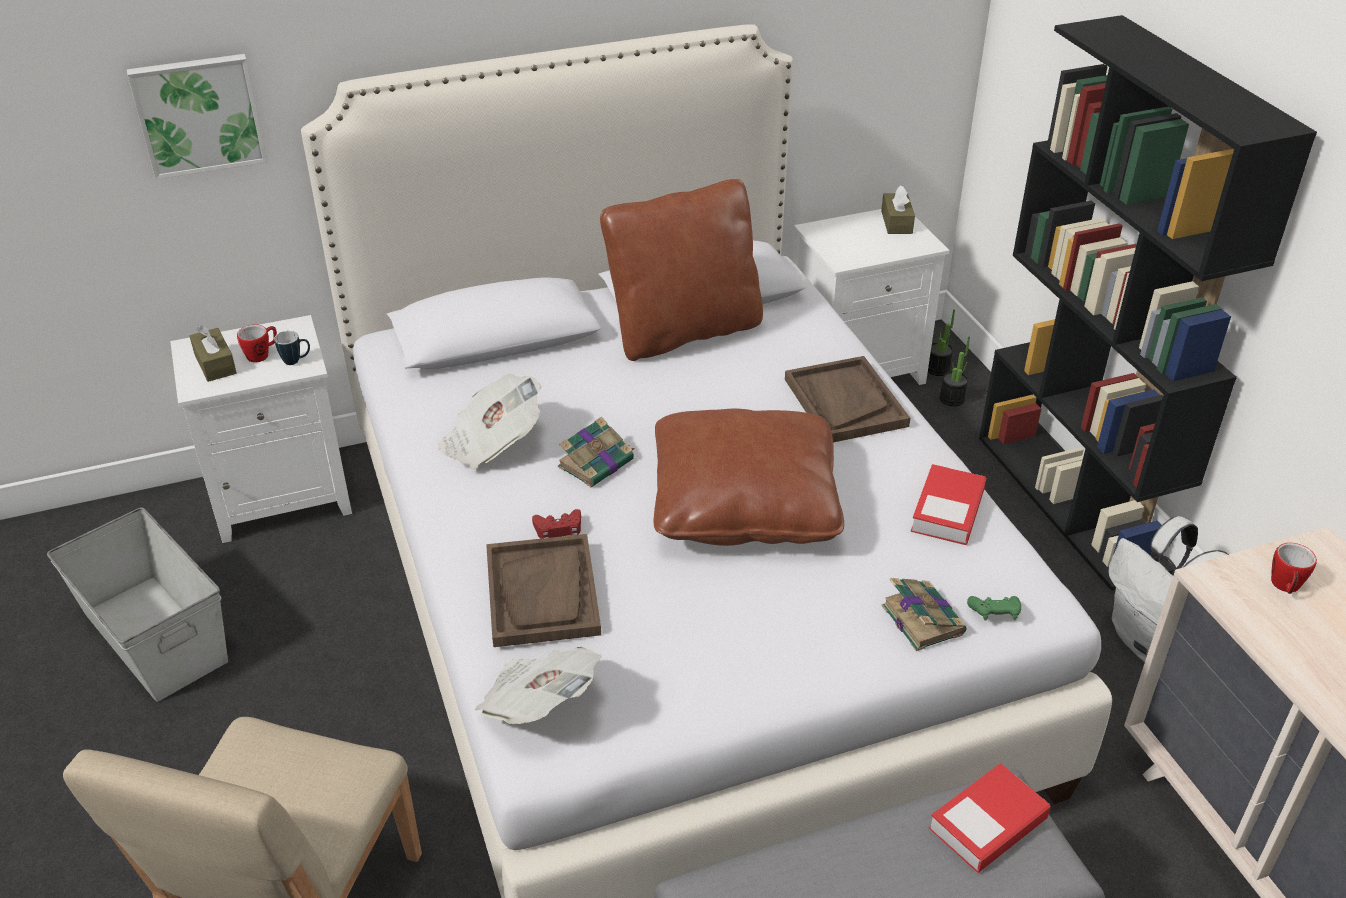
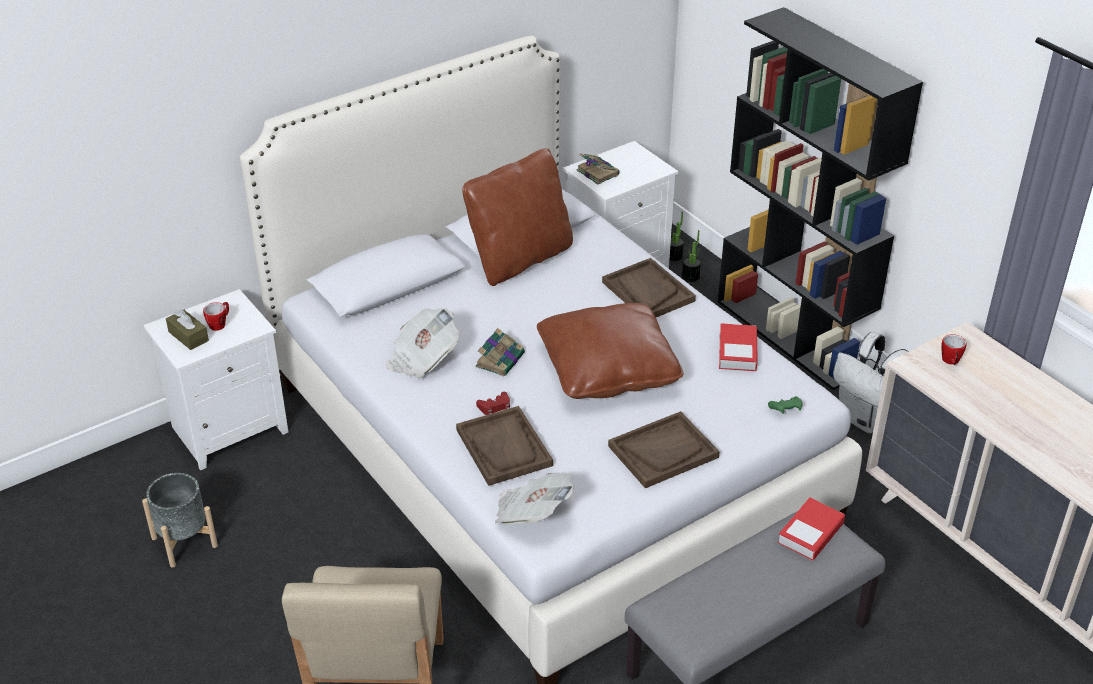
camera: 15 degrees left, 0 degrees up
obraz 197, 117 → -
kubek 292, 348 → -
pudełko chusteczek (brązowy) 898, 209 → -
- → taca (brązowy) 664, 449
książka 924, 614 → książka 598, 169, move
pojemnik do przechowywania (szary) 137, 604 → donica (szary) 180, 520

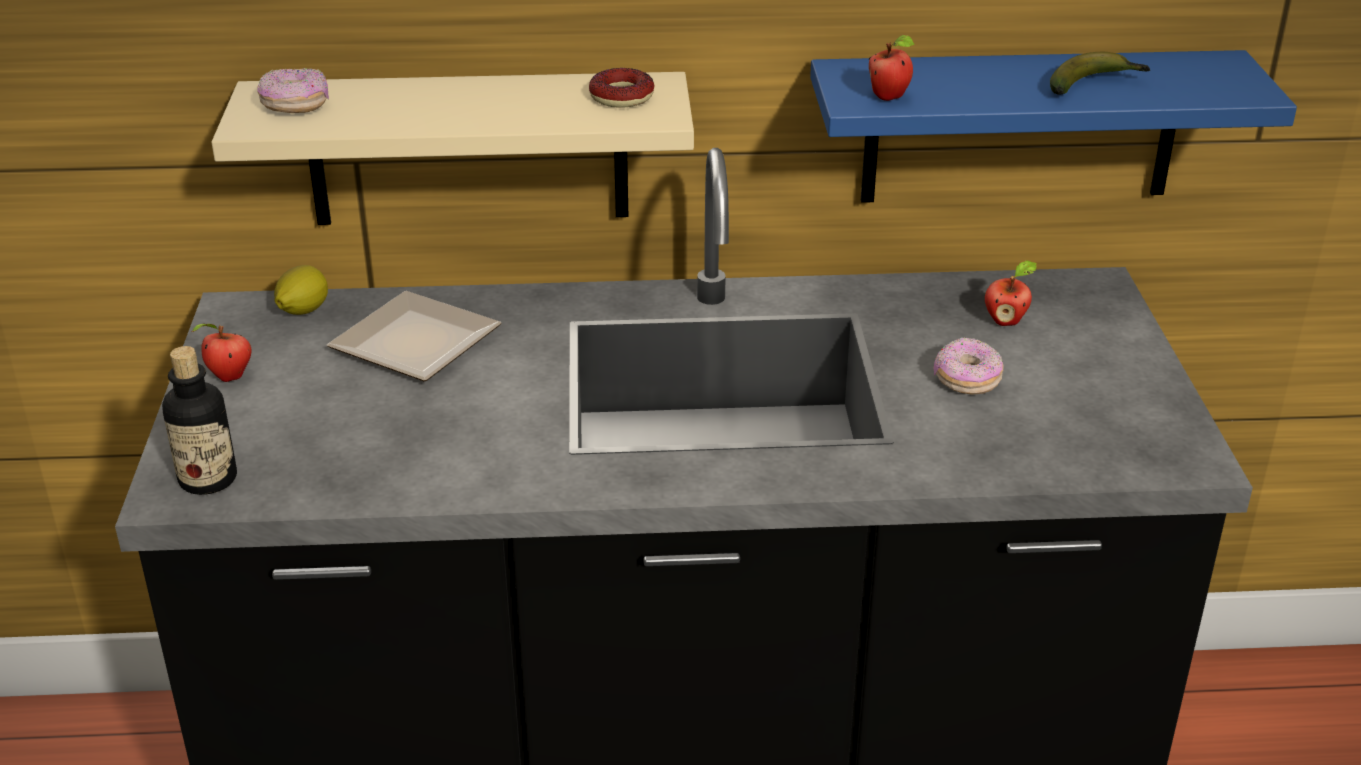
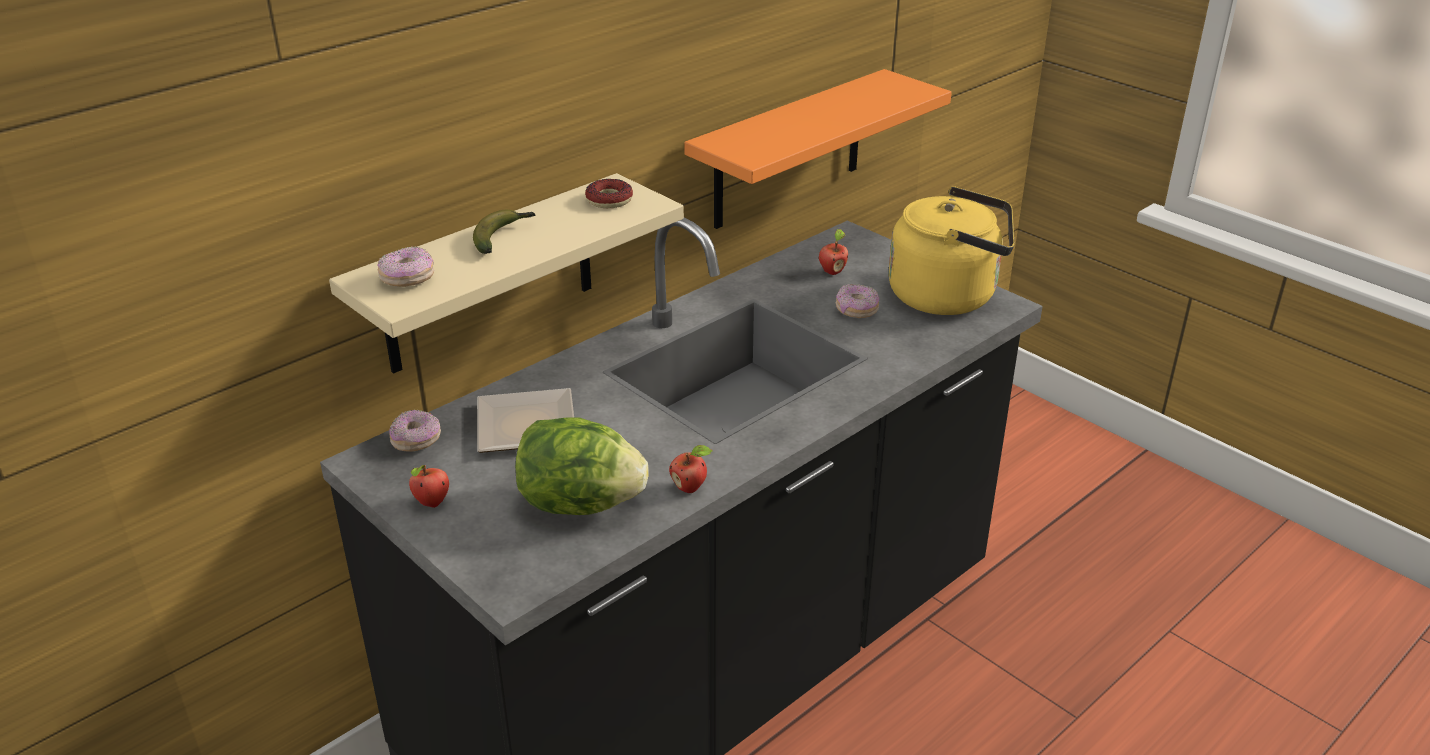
camera: 40 degrees left, 0 degrees up
butelka 199, 420 → -
- → sałata 582, 466
- → czajnik (żółty) 951, 251
jabłko 892, 68 → jabłko 690, 469, move
banan 1100, 73 → banan 504, 232, move
cytryna 301, 290 → donut 415, 431
półka (niebieski) 1053, 126 → półka (pomarańczowy) 818, 149

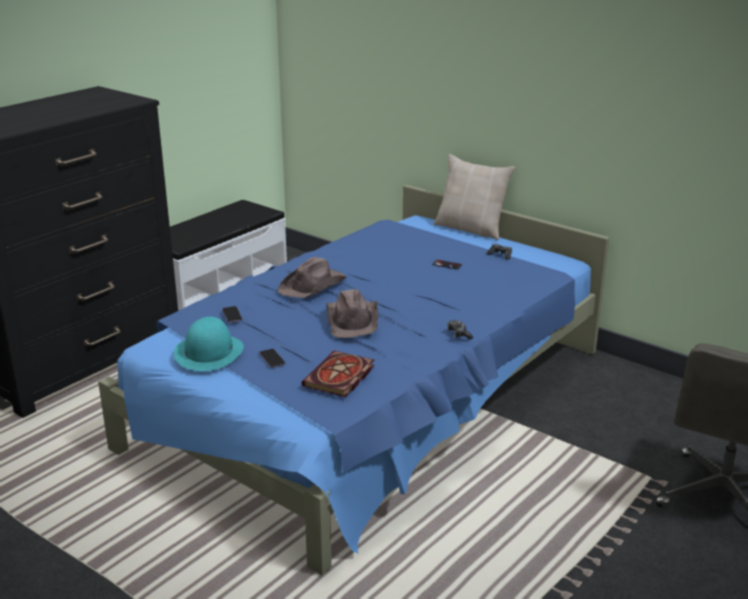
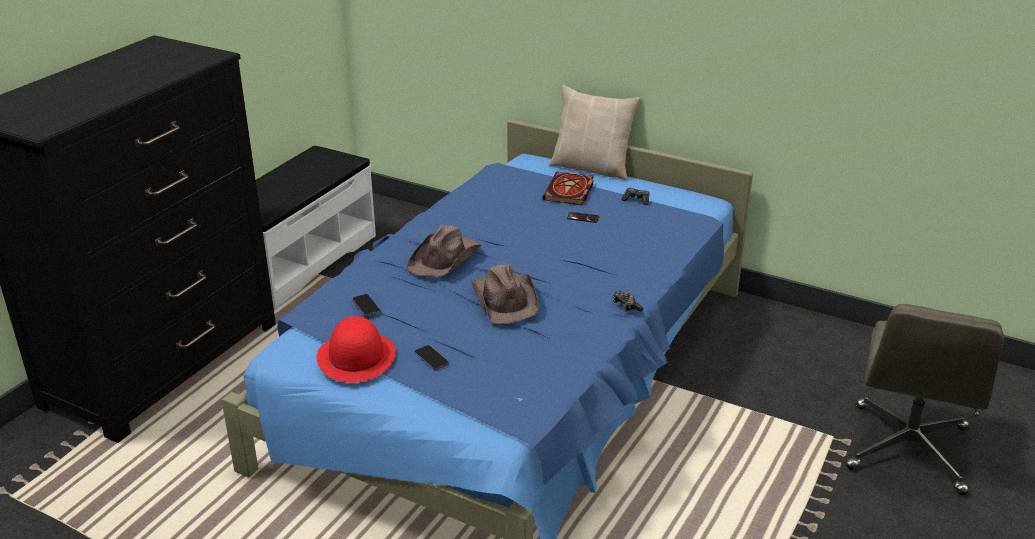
camera: 10 degrees left, 5 degrees up
książka 338, 374 → książka 568, 188, move
kapelusz (turkusowy) 209, 344 → kapelusz (czerwony) 356, 349

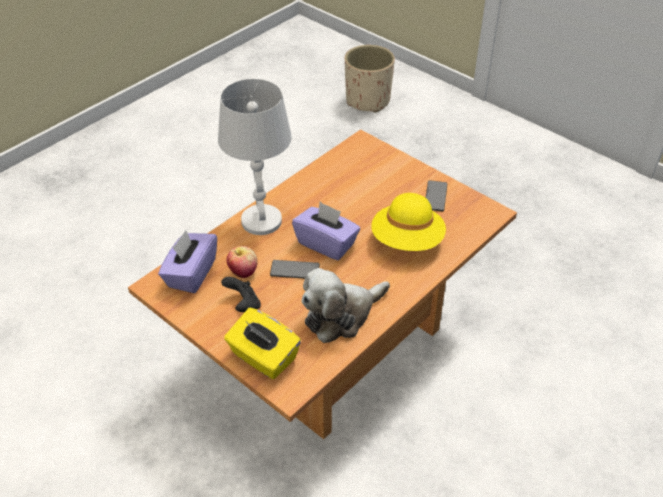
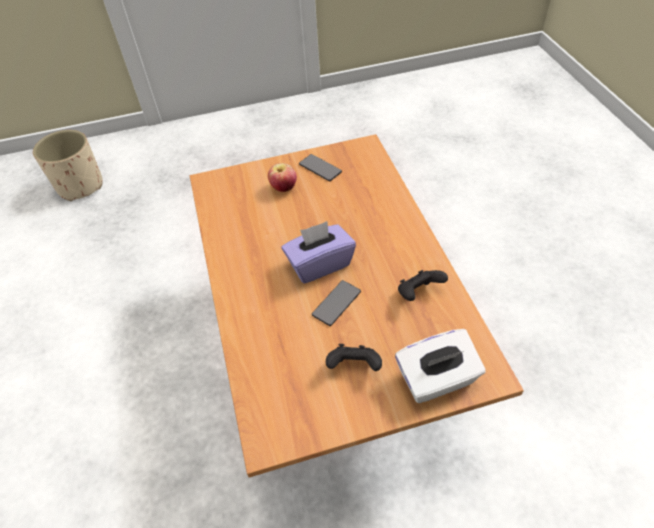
camera: 55 degrees left, 5 degrees up
pudełko chusteczek (fioletowy) 187, 261 → -
lampa stołowa (biały) 255, 157 → -
kapelusz (żółty) 408, 222 → -
jabłko 242, 262 → jabłko 282, 177, move
pluszak 346, 305 → pad do gier (czarny) 423, 285
pudełko chusteczek (żółty) 262, 343 → pudełko chusteczek (biały) 440, 366

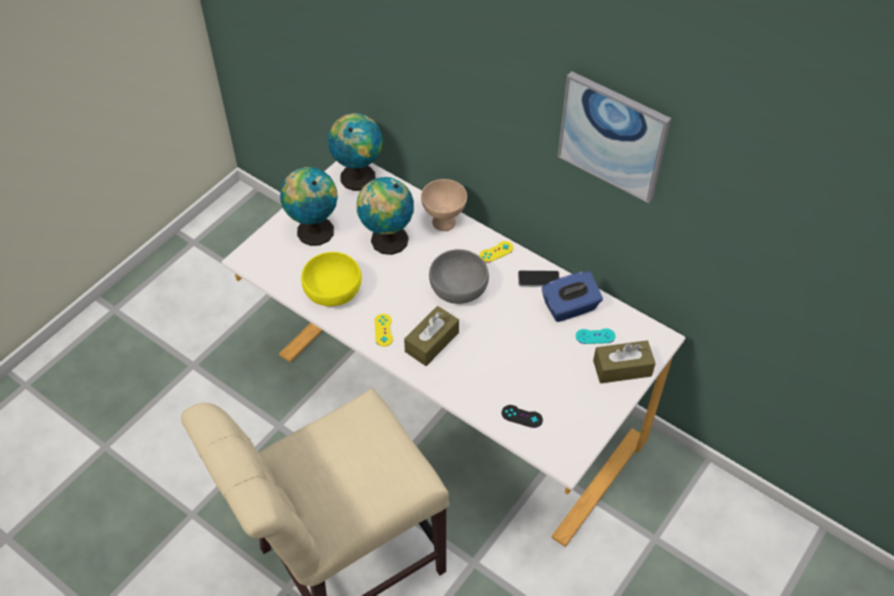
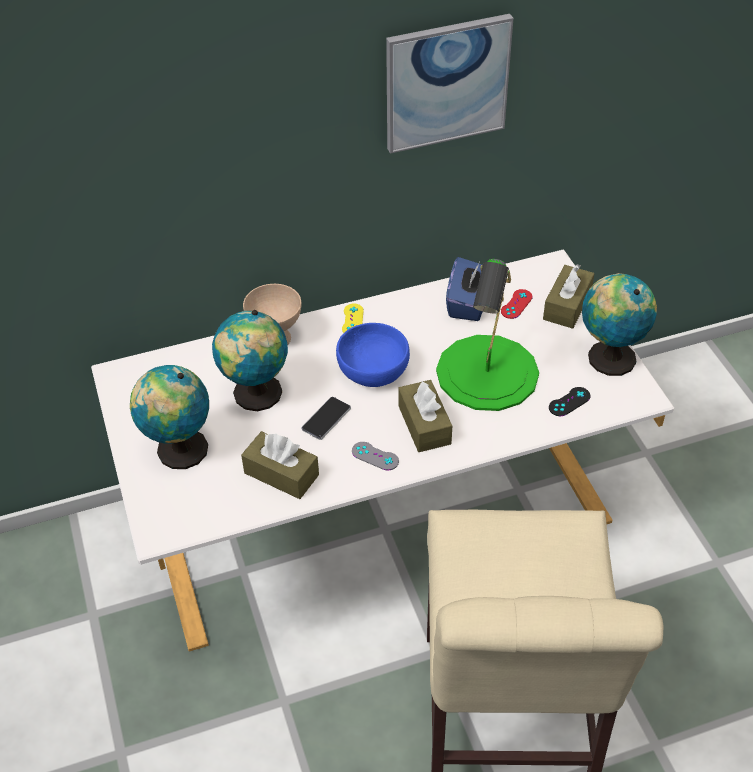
camera: 55 degrees left, 5 degrees down
- → lampa stołowa (zielony) 487, 335
globus 355, 152 → globus 619, 324, move
telefon 538, 278 → telefon 326, 418, move
miska (żółty) 331, 279 → pudełko chusteczek (brązowy) 280, 465
pad do gier (żółty) 384, 330 → pad do gier (szary) 375, 456
miska (szary) 459, 276 → miska (niebieski) 373, 355
pad do gier (turkusowy) 596, 336 → pad do gier (czerwony) 516, 304

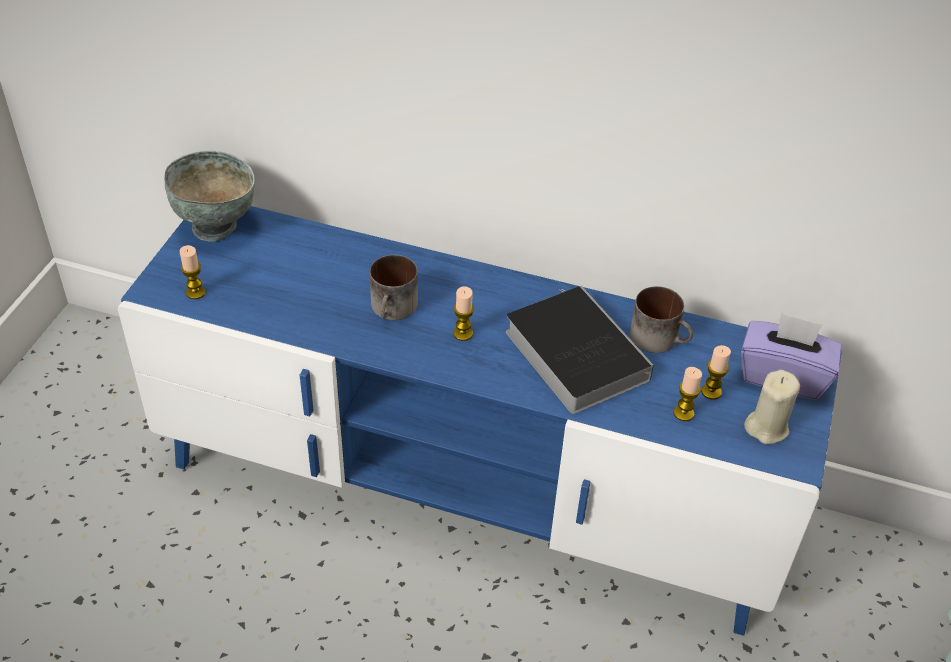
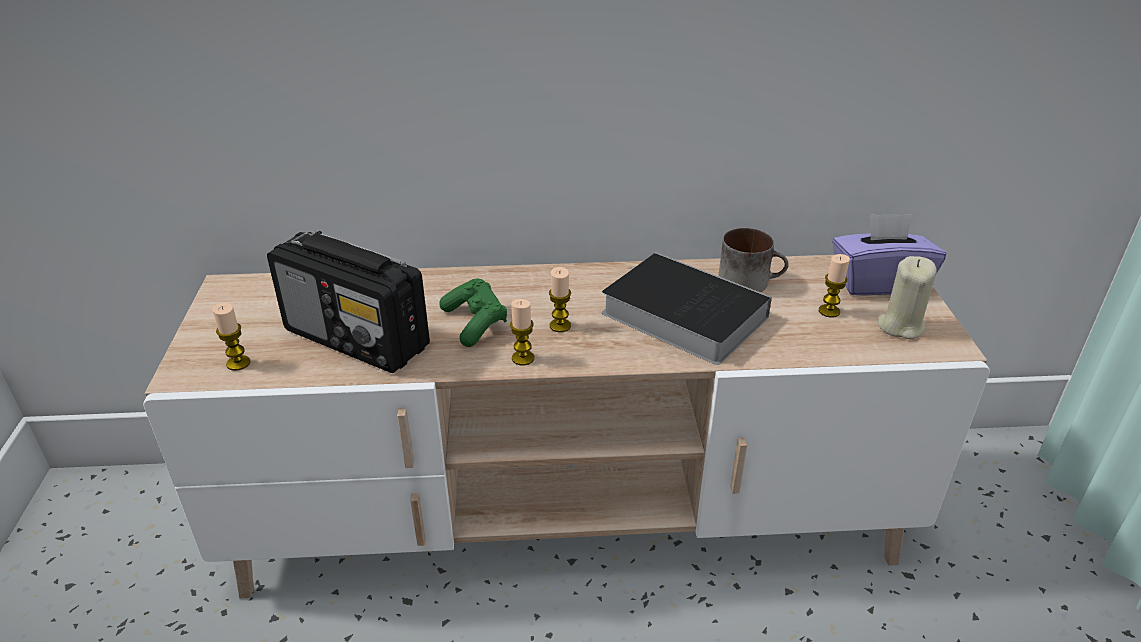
camera: 20 degrees left, 10 degrees down
miska (szary) 209, 196 → -
- → radio 348, 302
świeca 688, 394 → świeca 522, 332, move
kubek 394, 287 → pad do gier (zielony) 473, 313
szafka pod telewizor (niebieski) 480, 421 → szafka pod telewizor (beżowy) 566, 426

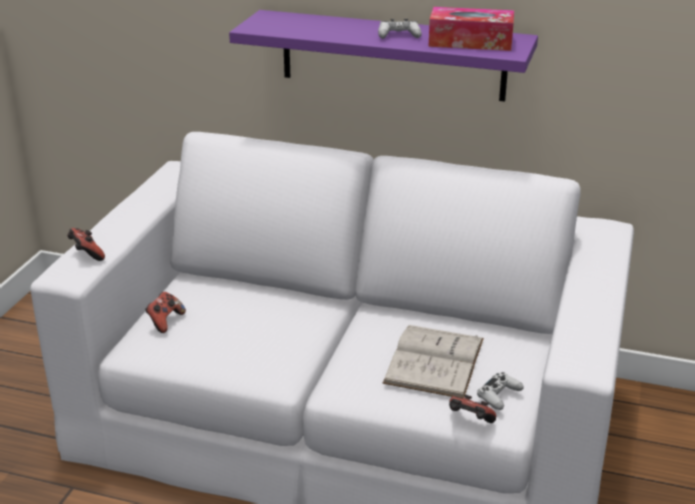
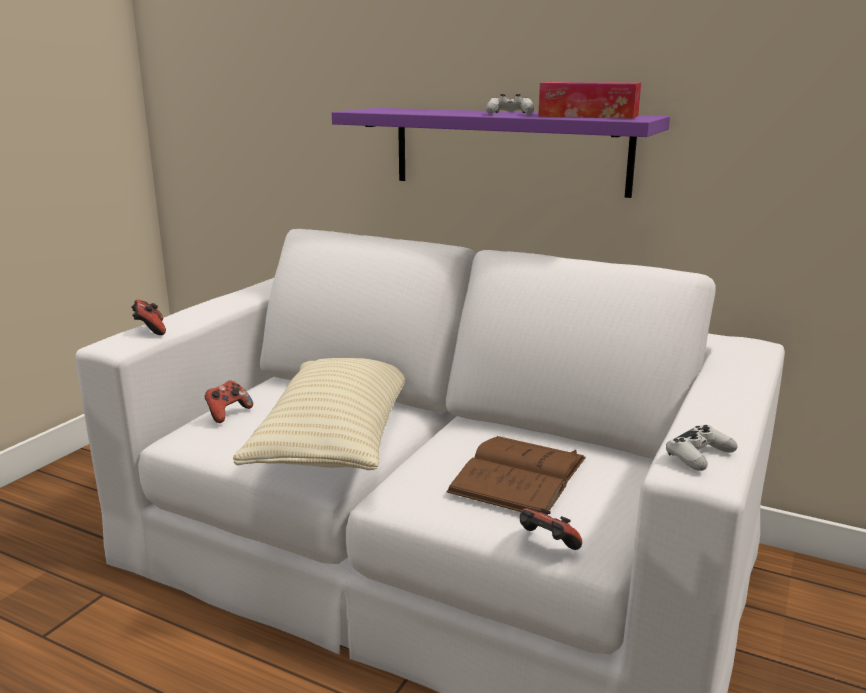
camera: 10 degrees right, 10 degrees down
- → poduszka (beżowy) 319, 414
pad do gier (biały) 500, 391 → pad do gier (biały) 702, 448, move
książka (biały) 433, 361 → książka (brązowy) 516, 474

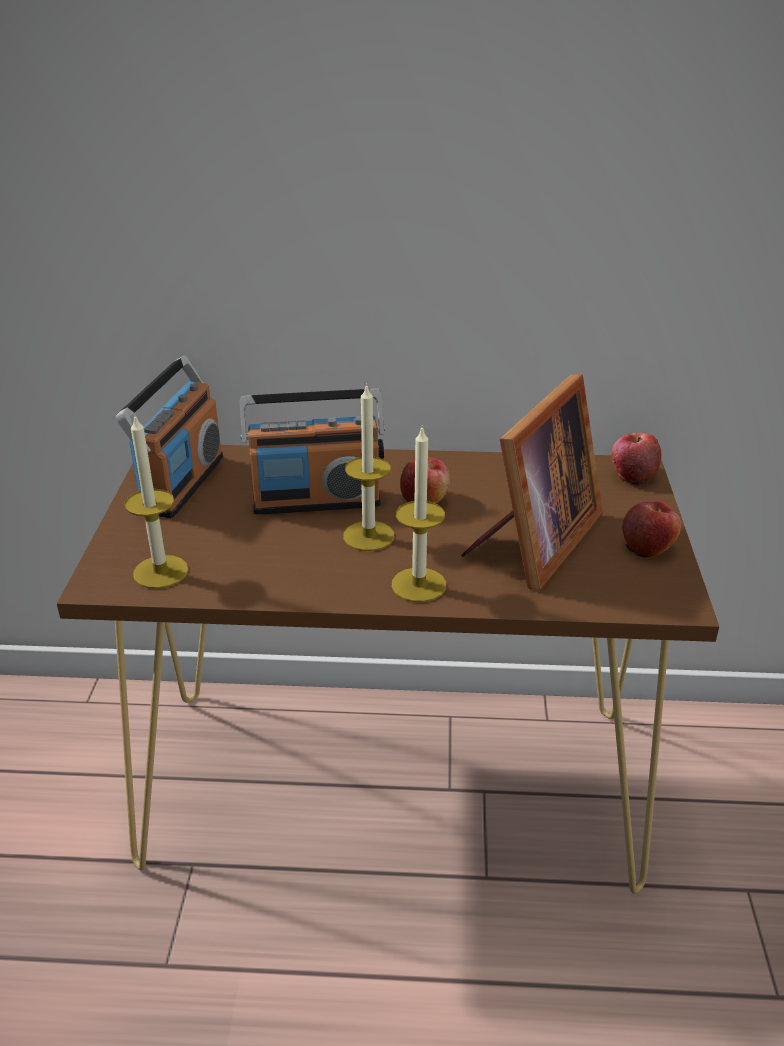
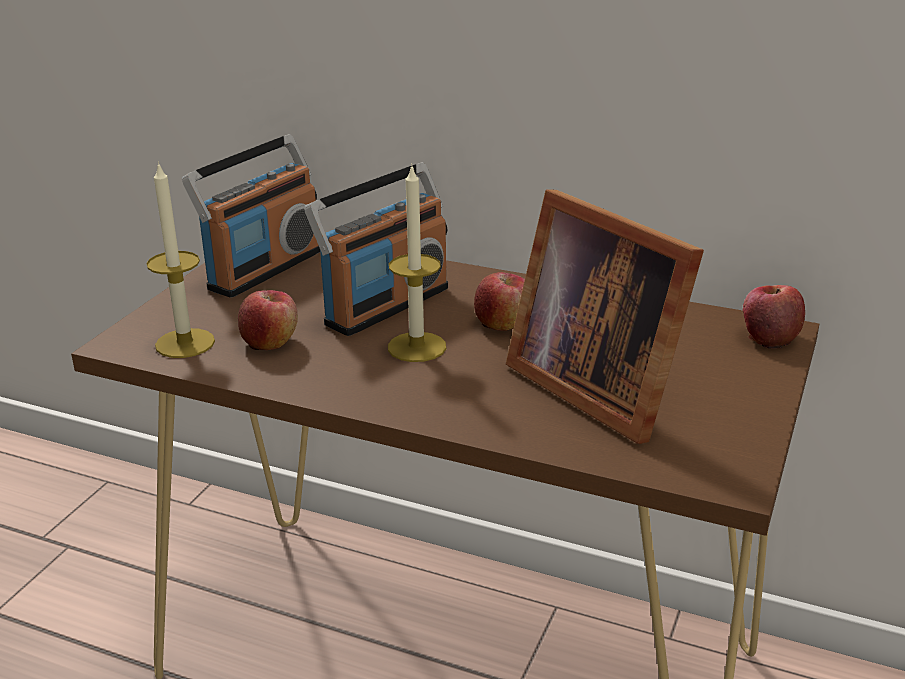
camera: 20 degrees right, 5 degrees down
świeca 419, 513 → -
jabłko 651, 529 → jabłko 268, 320, move
radio 312, 452 → radio 376, 249, 60 degrees counterclockwise
ramka na zdjęcie 532, 482 → ramka na zdjęcie 605, 316, 90 degrees clockwise

